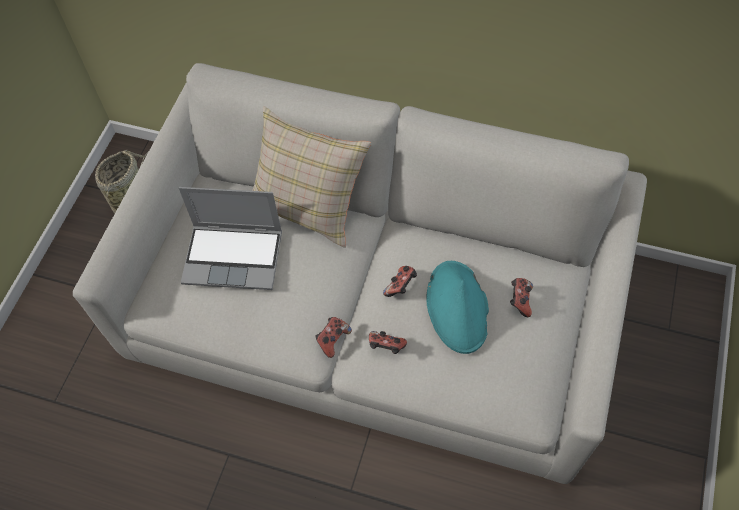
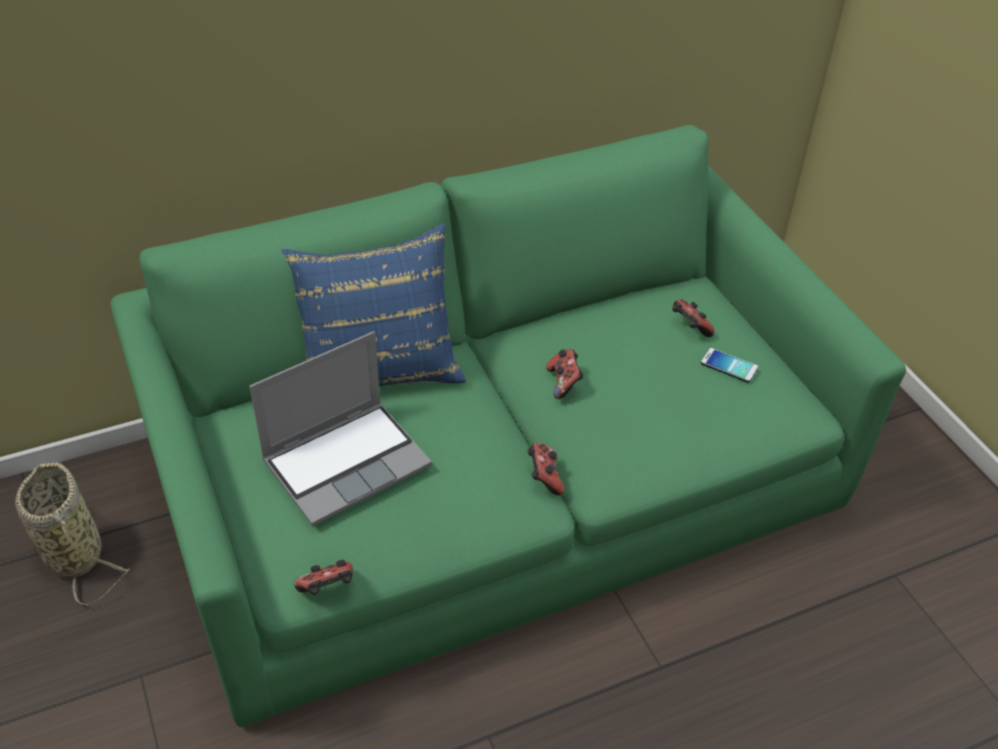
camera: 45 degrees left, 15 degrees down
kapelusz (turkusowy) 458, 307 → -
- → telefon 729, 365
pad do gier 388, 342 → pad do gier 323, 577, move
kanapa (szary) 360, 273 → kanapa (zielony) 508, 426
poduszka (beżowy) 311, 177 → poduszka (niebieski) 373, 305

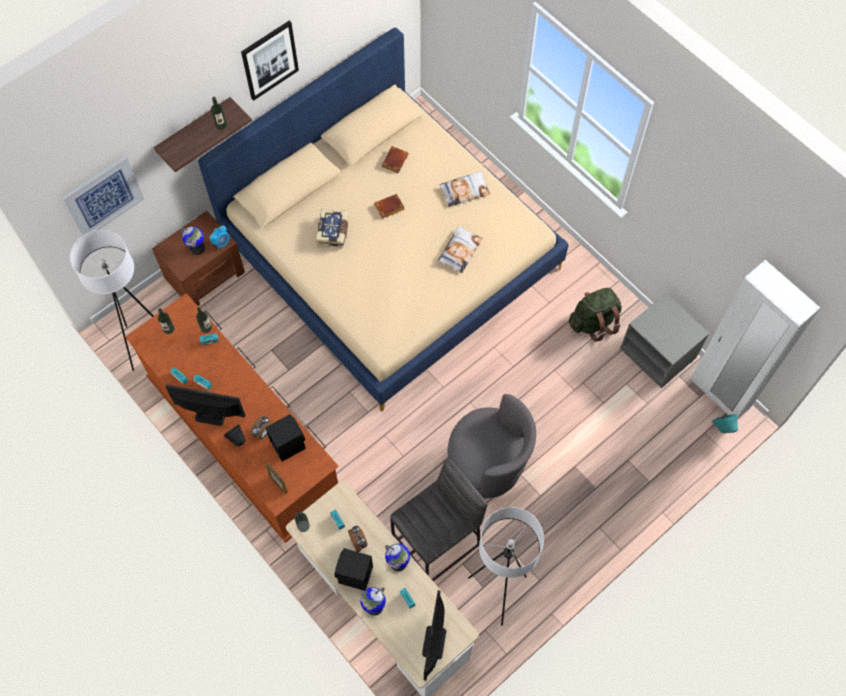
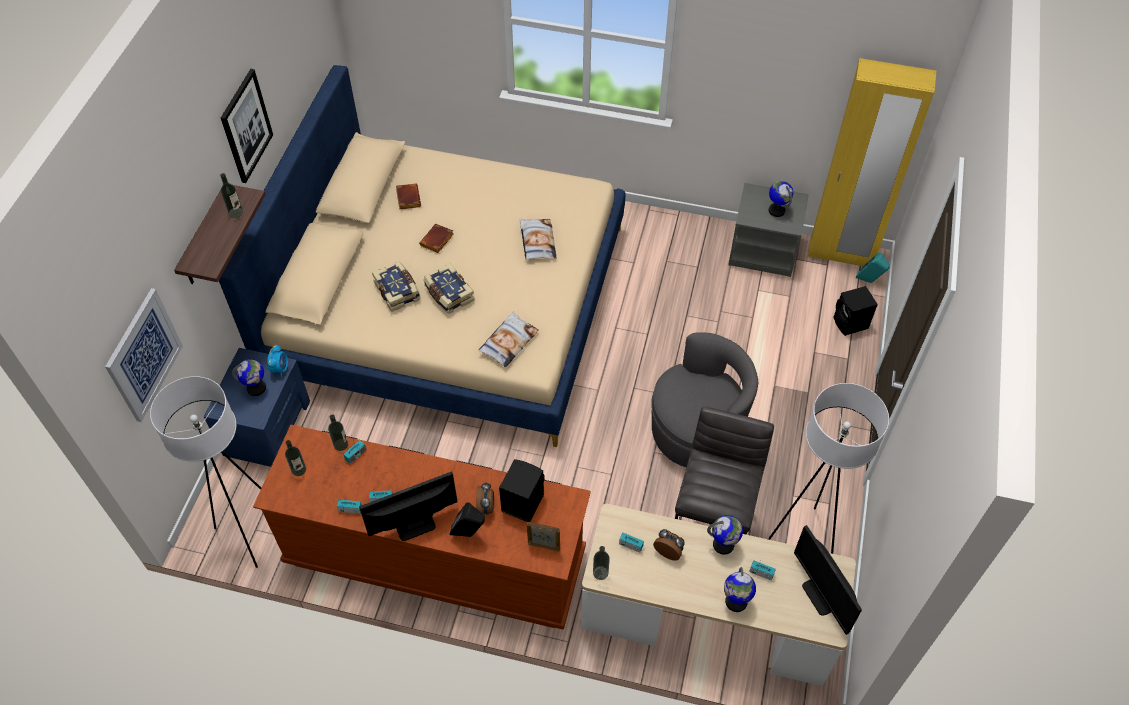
camera: 35 degrees left, 10 degrees down
plecak (zielony) 594, 315 → -
- → książka 449, 288
- → globus 781, 199
głośnik (czarny) 354, 569 → głośnik (czarny) 856, 311, move
poduszka 464, 189 → poduszka 508, 339, move
szafka nocna (brązowy) 198, 258 → szafka nocna (niebieski) 257, 407
szafa (biały) 755, 339 → szafa (żółty) 872, 162

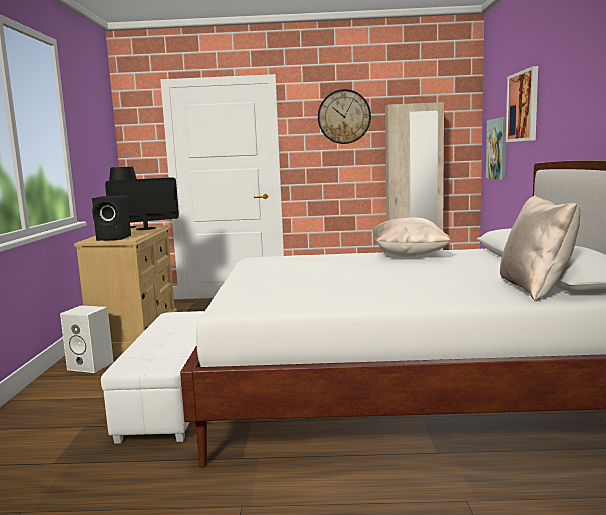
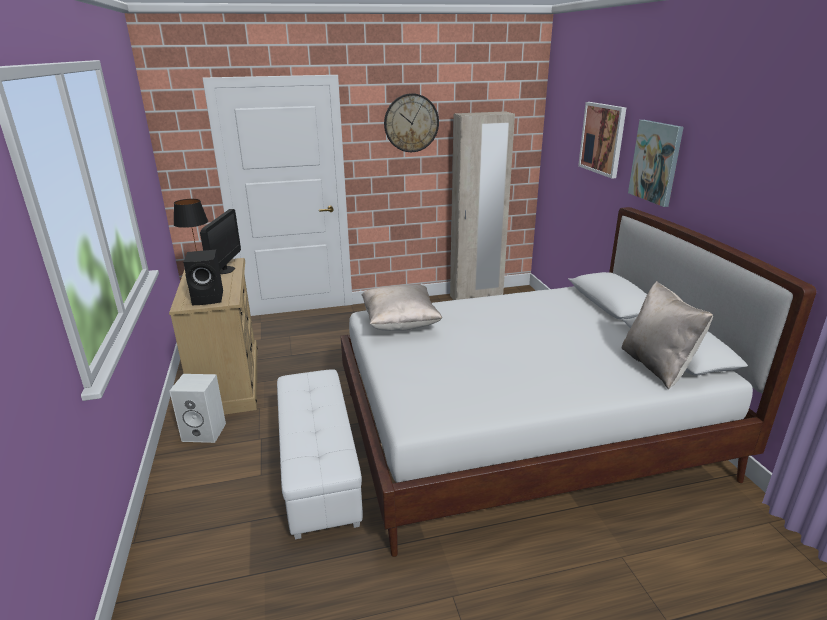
camera: 15 degrees left, 15 degrees up
poduszka (beżowy) 411, 236 → poduszka (beżowy) 402, 308, move
obraz 496, 148 → obraz 656, 163, move
monitor 142, 203 → monitor 220, 241, 135 degrees clockwise

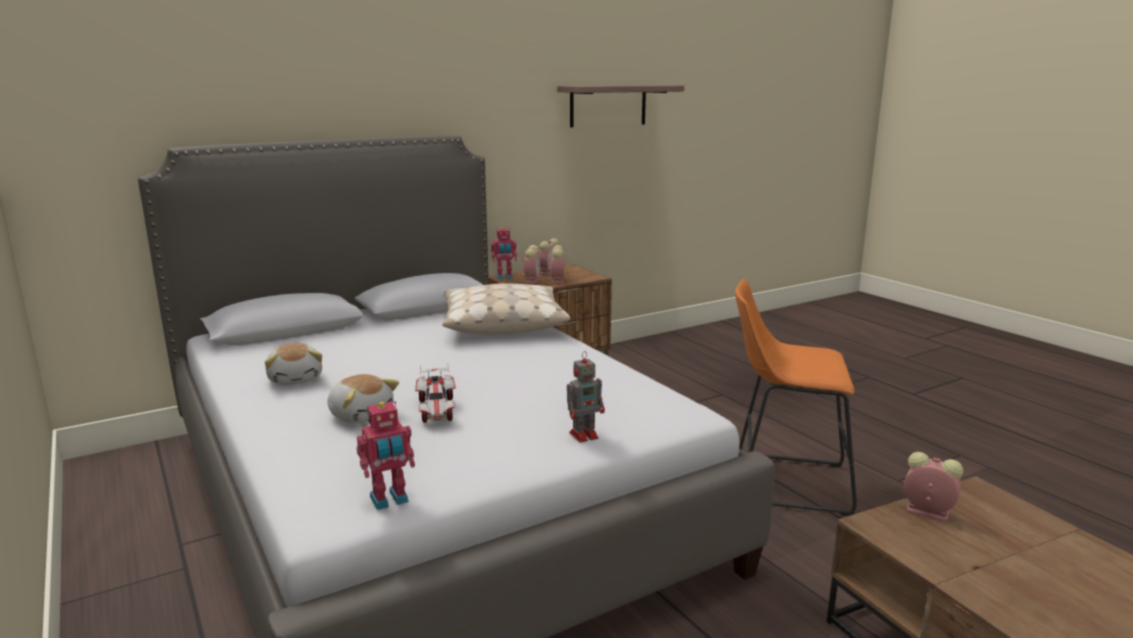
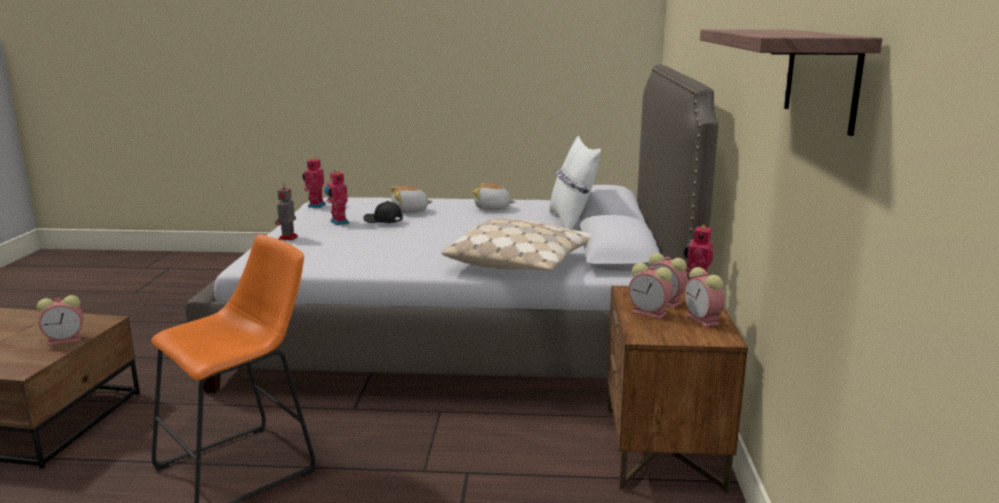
camera: 125 degrees right, 0 degrees up
- → robot zabawkowy 337, 197
- → poduszka (biały) 575, 182
samochodzik 435, 393 → czapka z daszkiem (czarny) 383, 212

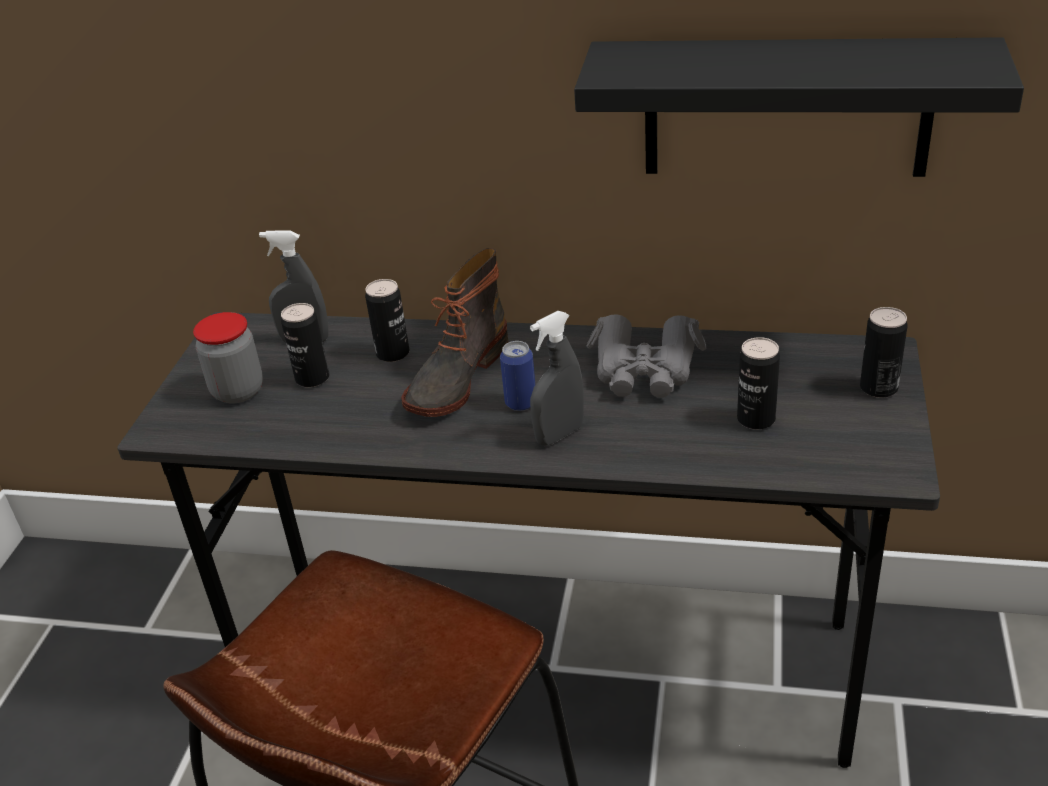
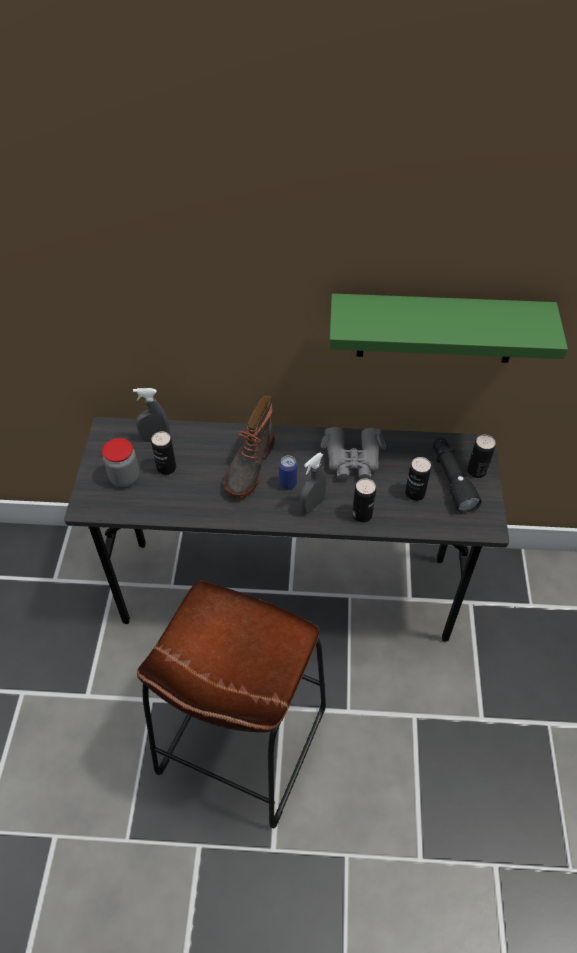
camera: 10 degrees left, 15 degrees up
- → latarka (czarny) 457, 475
puszka 387, 320 → puszka 364, 500, move
półka (czarny) 799, 107 → półka (zielony) 448, 328

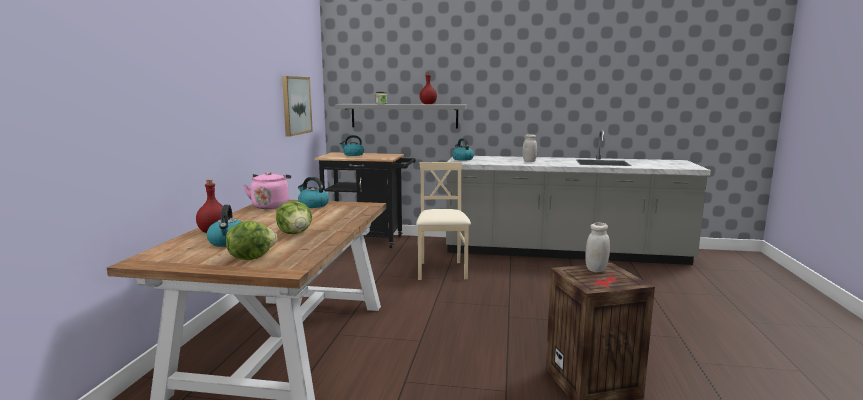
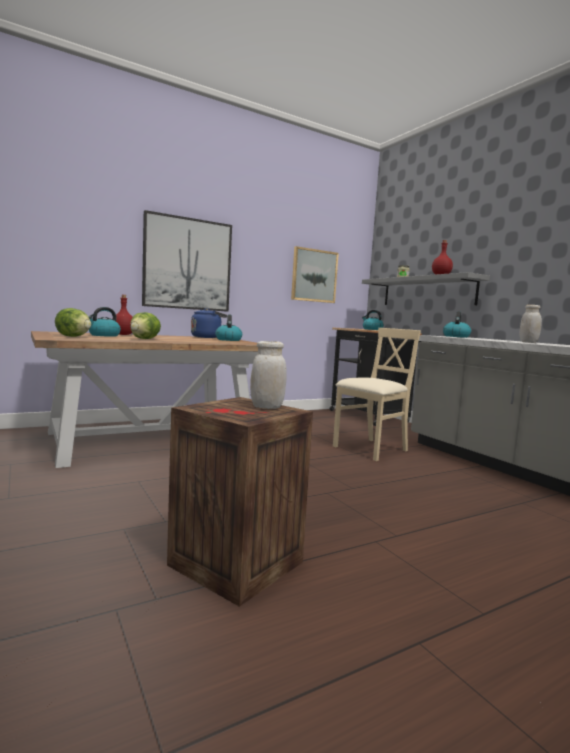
camera: 50 degrees right, 5 degrees down
- → obraz 187, 261
czajnik (różowy) 267, 190 → czajnik (niebieski) 209, 323

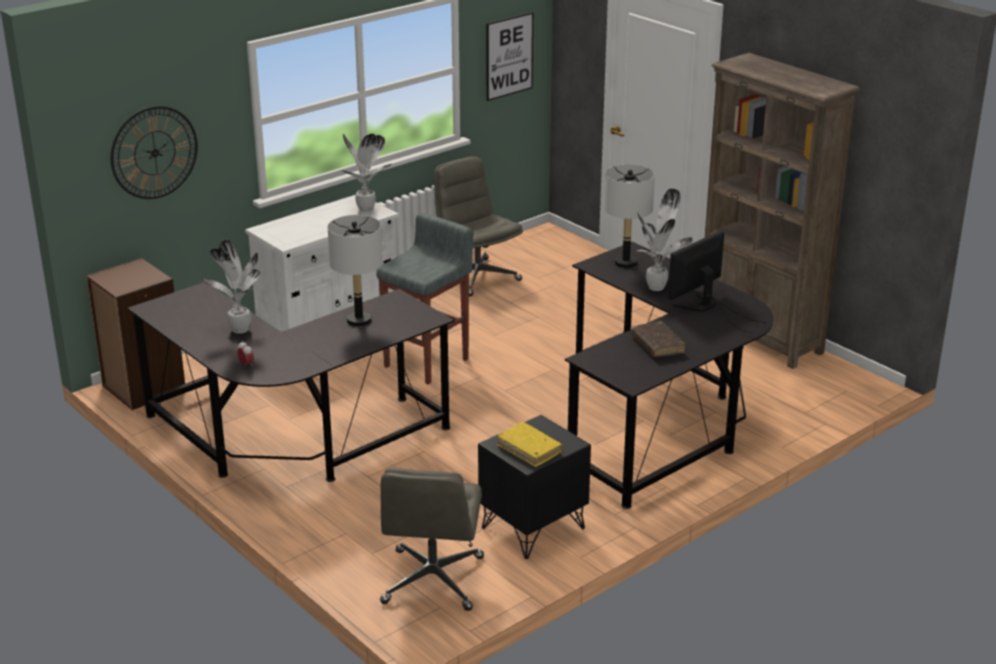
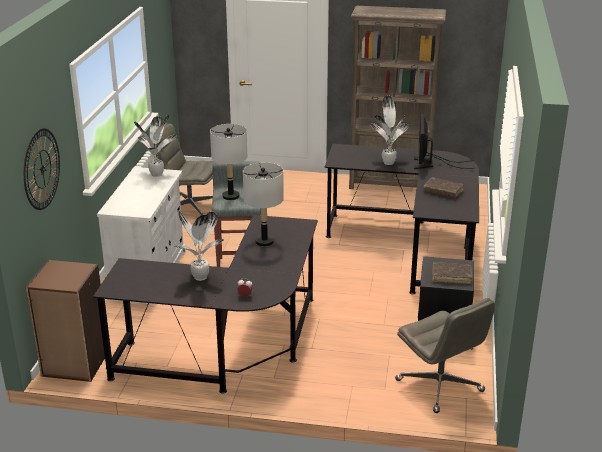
camera: 40 degrees left, 0 degrees up
obraz 509, 56 → -
lampa stołowa (szary) 629, 216 → lampa stołowa (szary) 228, 162, move
książka (żółty) 529, 444 → książka (brązowy) 452, 273

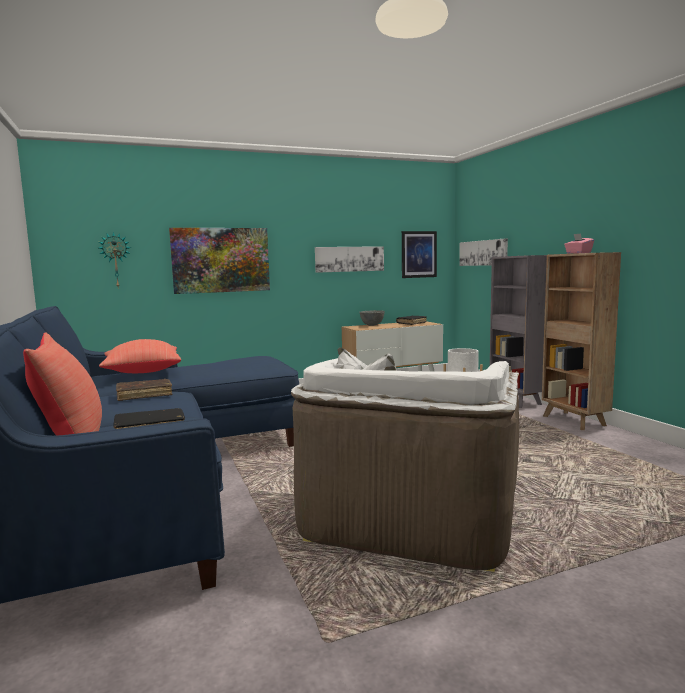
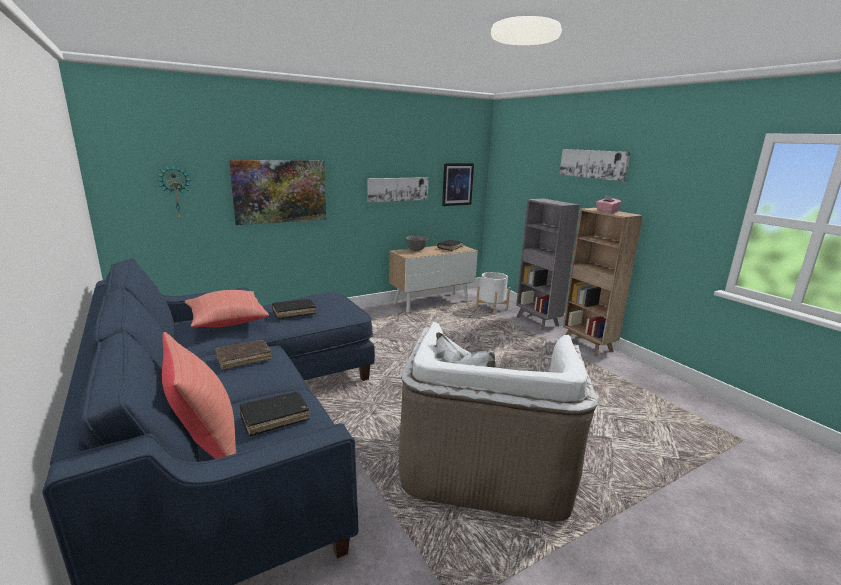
camera: 10 degrees left, 10 degrees up
- → książka (czarny) 294, 309
obraz 483, 252 → obraz 595, 165, move

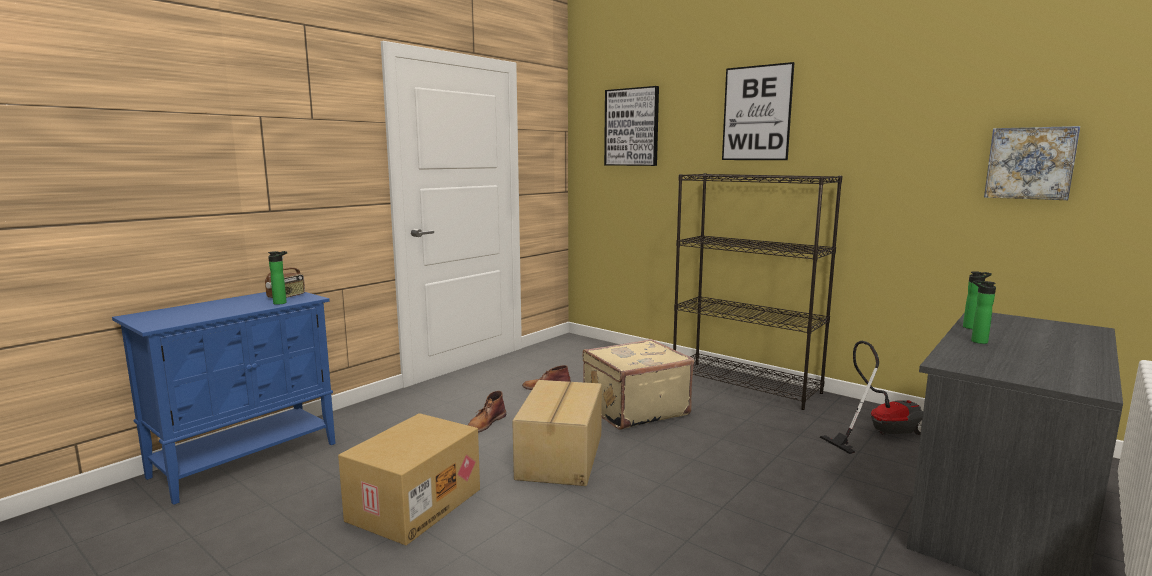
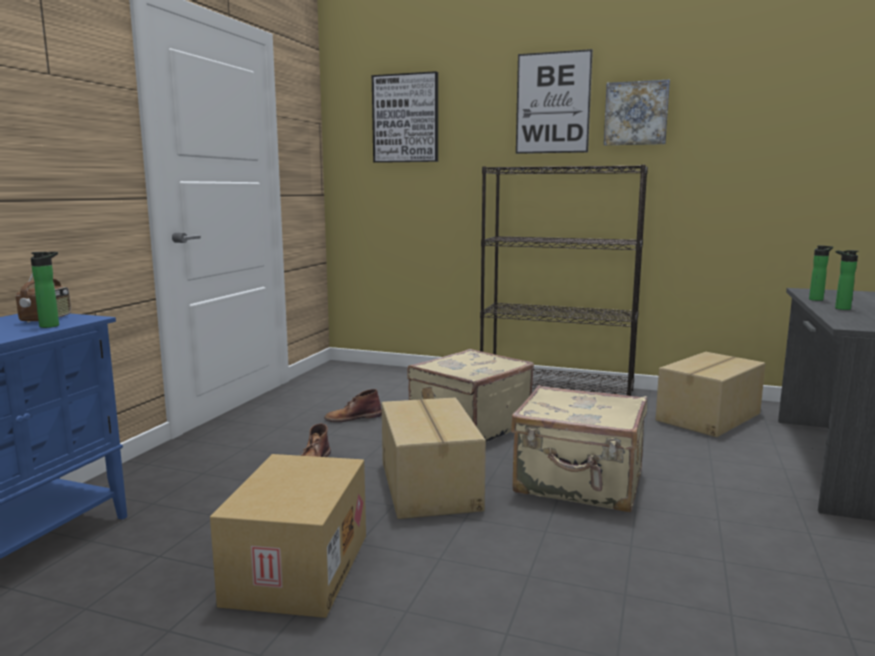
camera: 20 degrees left, 0 degrees up
- → walizka (beżowy) 579, 448
obraz 1032, 163 → obraz 637, 112, move
odkurzacz 871, 397 → karton 710, 394

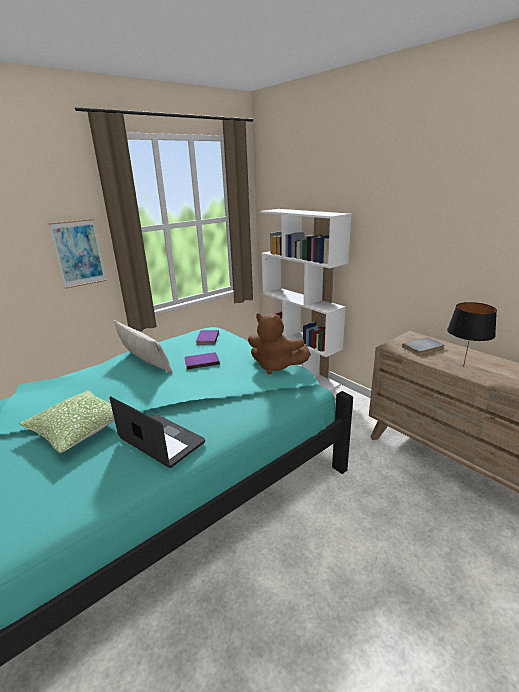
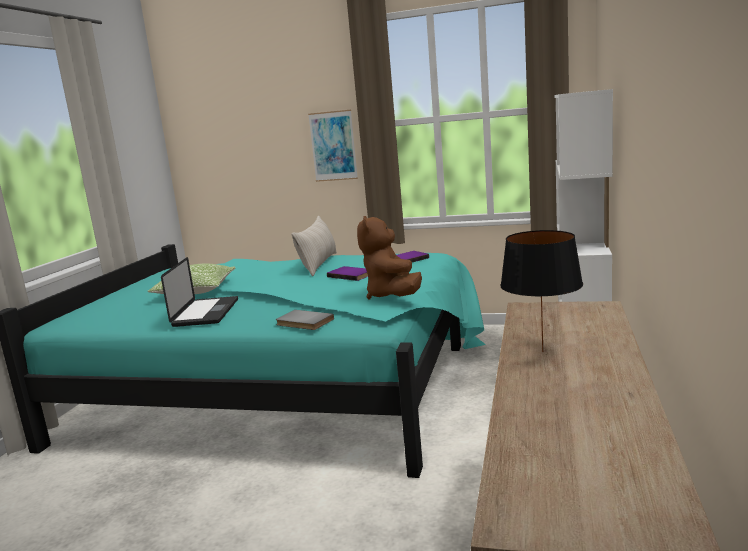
camera: 55 degrees right, 10 degrees down
książka (szary) 423, 346 → książka (szary) 305, 320, move

